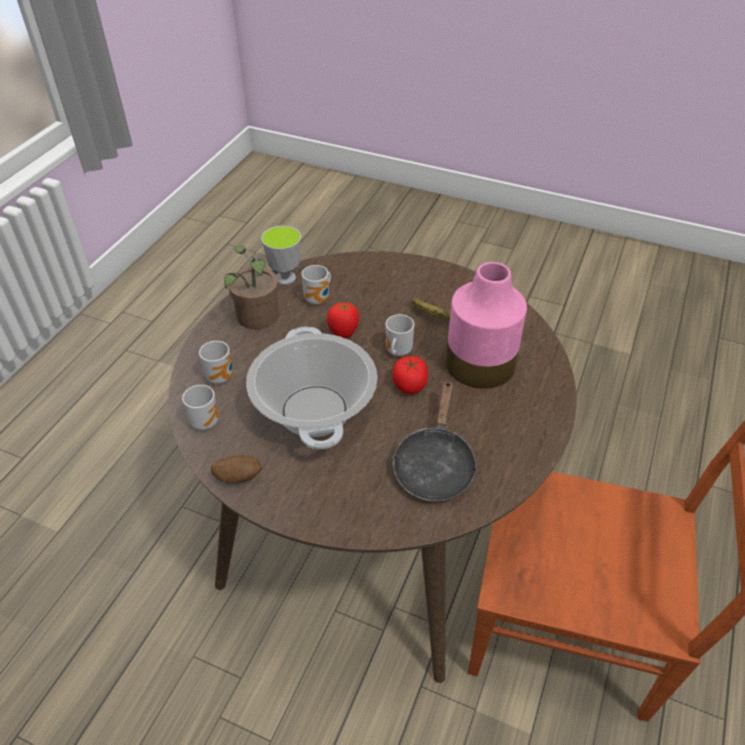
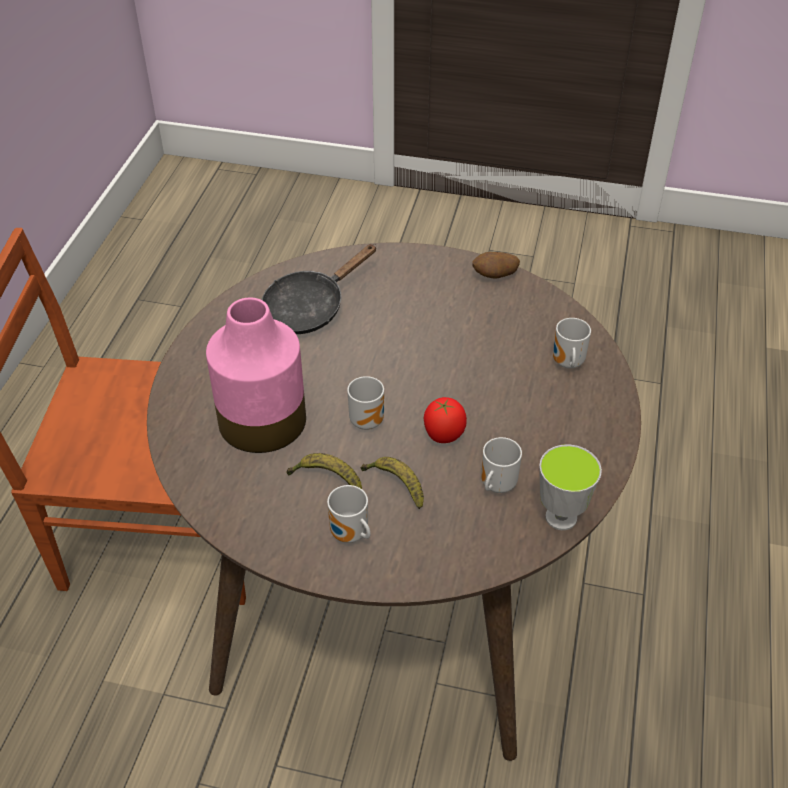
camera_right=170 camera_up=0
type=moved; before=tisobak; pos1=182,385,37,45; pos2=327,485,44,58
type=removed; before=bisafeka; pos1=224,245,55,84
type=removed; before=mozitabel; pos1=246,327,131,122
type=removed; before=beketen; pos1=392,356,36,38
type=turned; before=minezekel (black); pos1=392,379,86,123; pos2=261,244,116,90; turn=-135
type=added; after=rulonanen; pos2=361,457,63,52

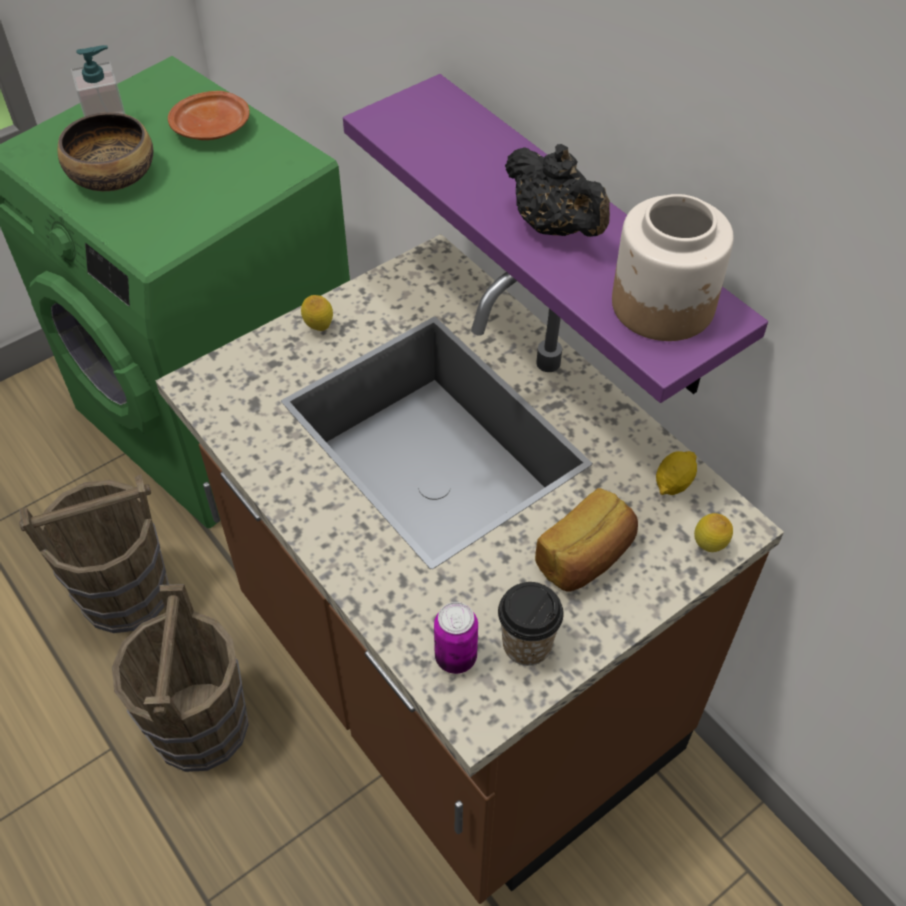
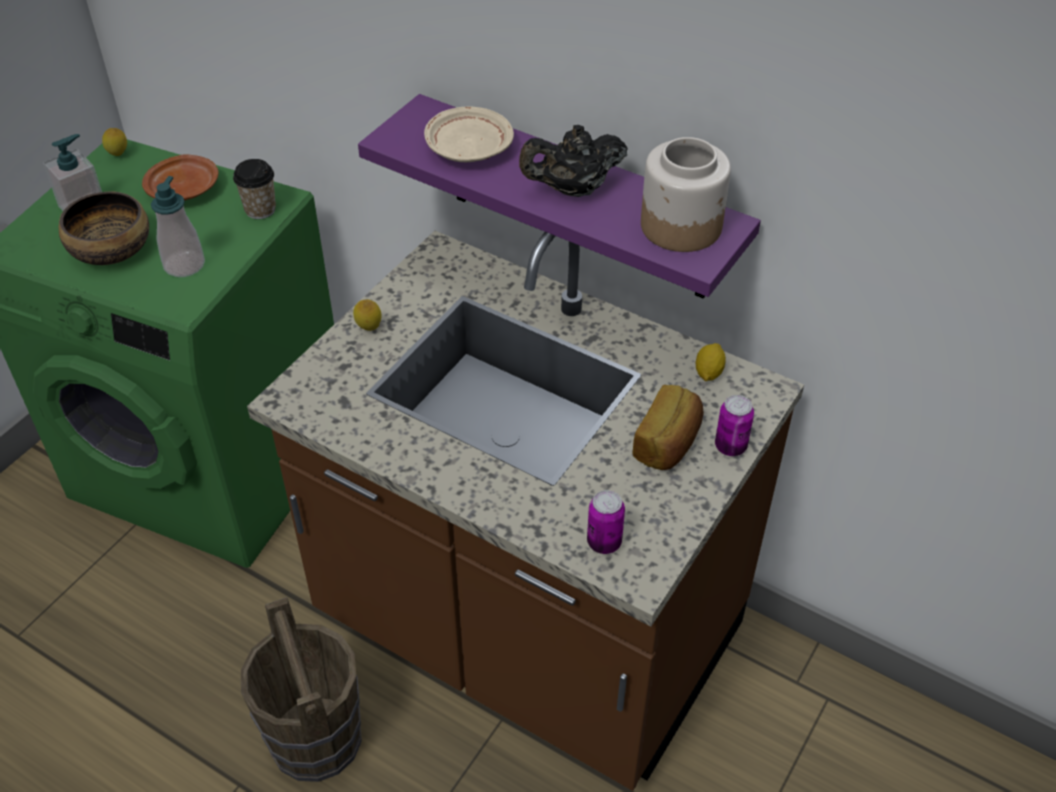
camera_right=-20 camera_up=-5
type=removed; before=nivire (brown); pos1=19,474,150,159
type=moved; before=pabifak; pos1=498,582,66,84; pos2=233,159,43,60
type=turned; before=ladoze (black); pos1=505,144,105,93; pos2=519,125,109,72; turn=135
type=moved; before=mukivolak; pos1=694,513,39,39; pos2=102,128,25,28
type=added; after=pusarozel; pos2=151,176,54,101
type=added; after=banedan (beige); pos2=424,107,90,55
type=added; after=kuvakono; pos2=715,395,39,61

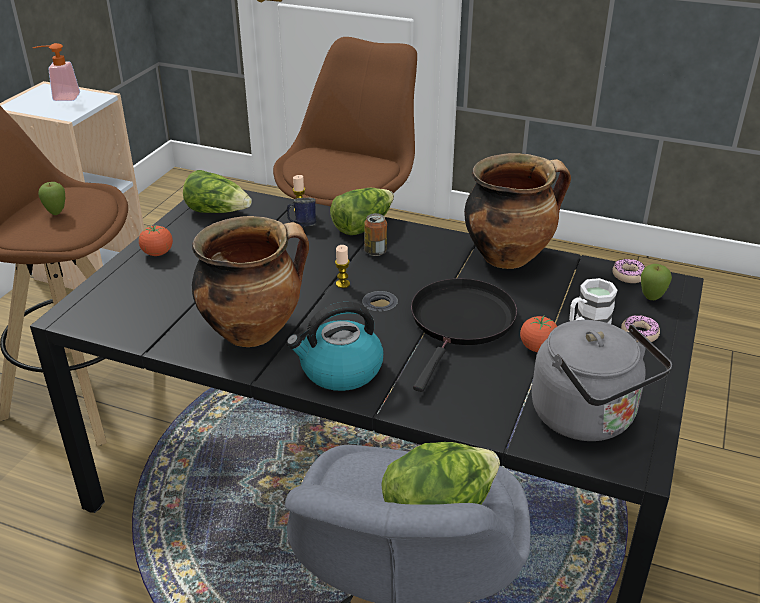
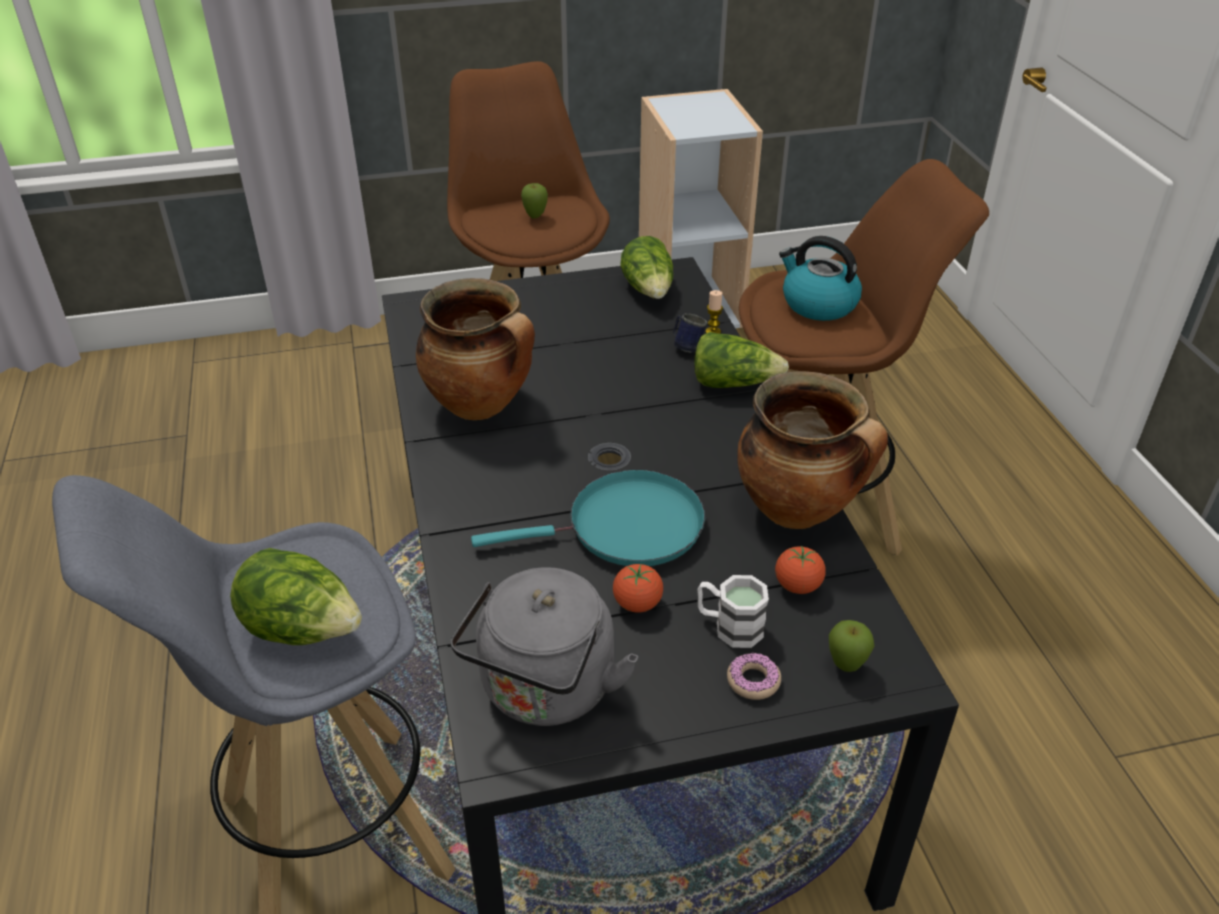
camera_right=55 camera_up=5
type=removed; before=pusarozel; pos1=33,43,47,58
type=moved; before=beketen; pos1=139,225,34,31; pos2=775,546,51,48
type=moved; before=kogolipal; pos1=286,302,98,89; pos2=779,236,83,85
type=removed; before=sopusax; pos1=335,245,15,43
type=removed; before=kuvakono; pos1=364,213,23,43
type=recoloured; before=minezekel (black); after=minezekel (turquoise); pos1=411,278,106,114; pos2=471,470,234,96
type=removed; before=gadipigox; pos1=612,259,33,24

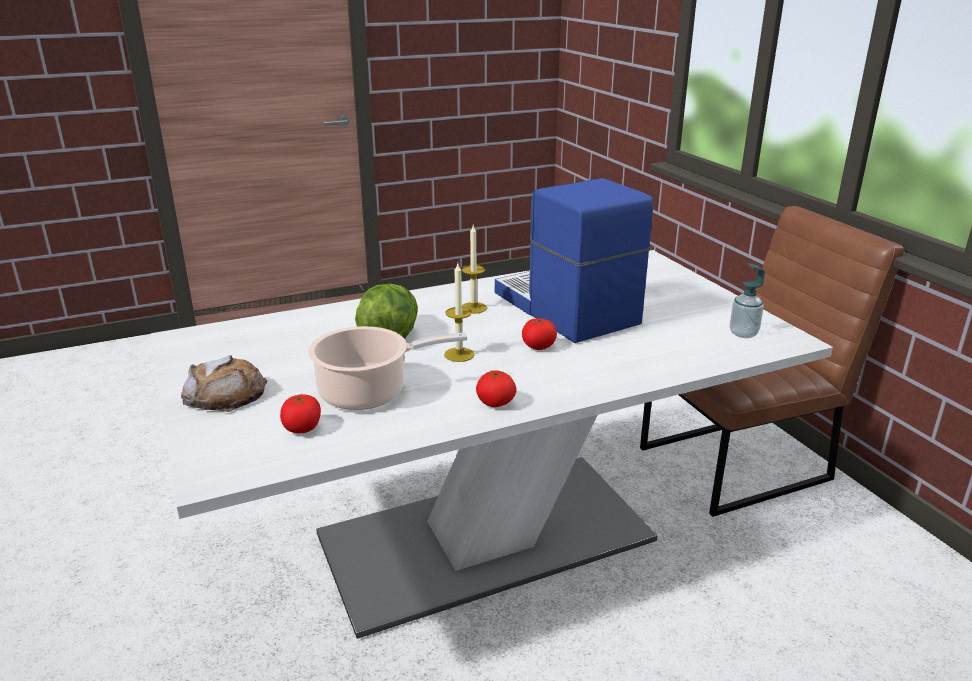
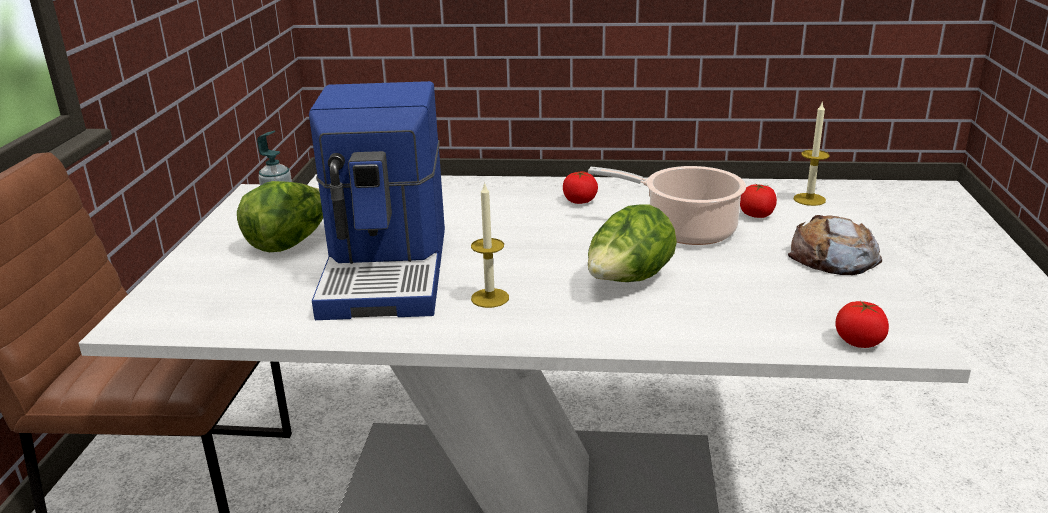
camera_right=-150 camera_up=0
type=moved; before=sopusax; pos1=444,264,30,98; pos2=794,103,36,103
type=moved; before=beketen; pos1=522,318,35,32; pos2=835,301,54,47
type=added; after=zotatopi; pos2=237,181,86,71

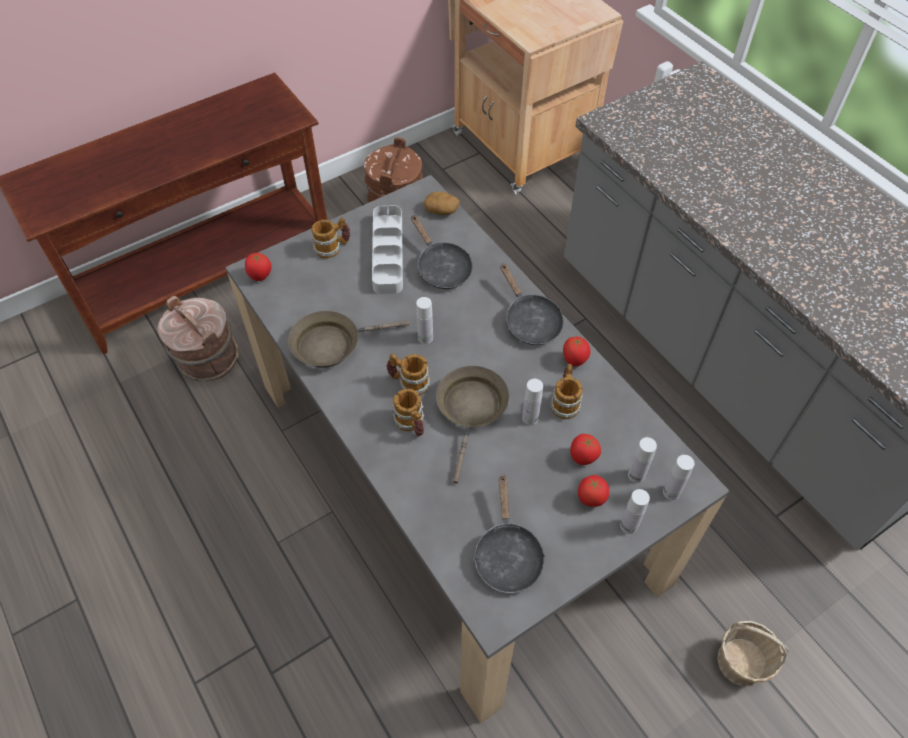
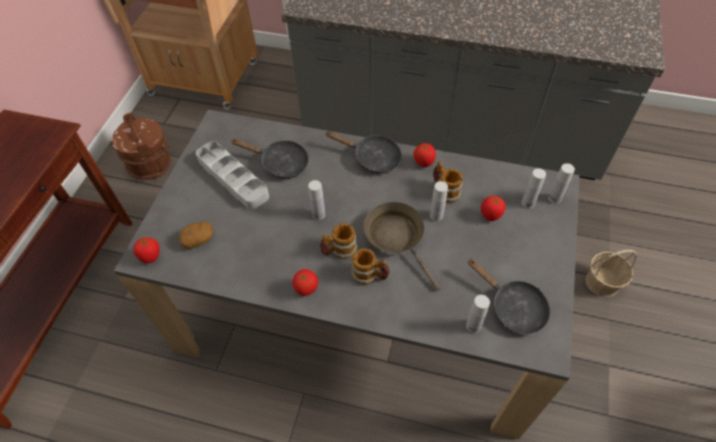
camera_right=-40 camera_up=0
type=removed; before=nivire (brown); pos1=158,296,81,86
type=removed; before=minezekel (brown); pos1=288,311,121,57
type=removed; before=tisobak; pos1=311,218,39,40
type=moved; before=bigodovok; pos1=424,192,35,23; pos2=179,222,34,27
type=moved; before=beketen; pos1=578,475,31,32; pos2=292,269,26,27
type=moved; before=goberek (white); pos1=620,489,30,45; pos2=466,295,24,38

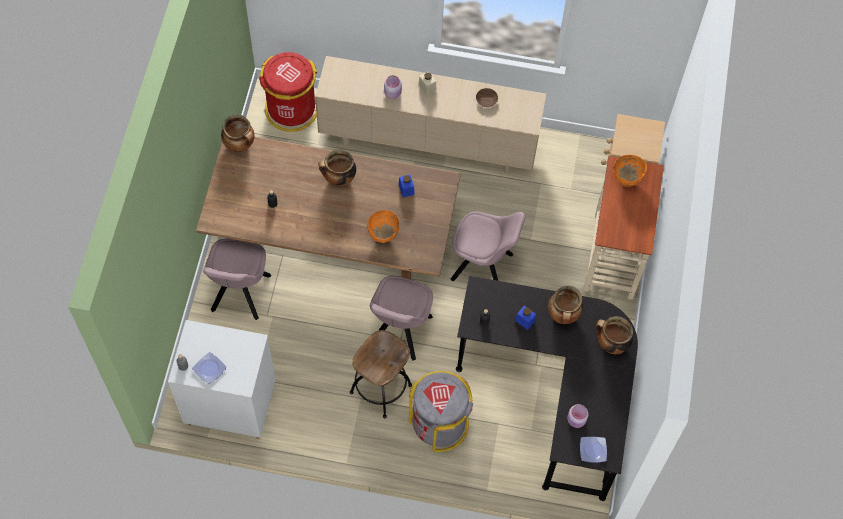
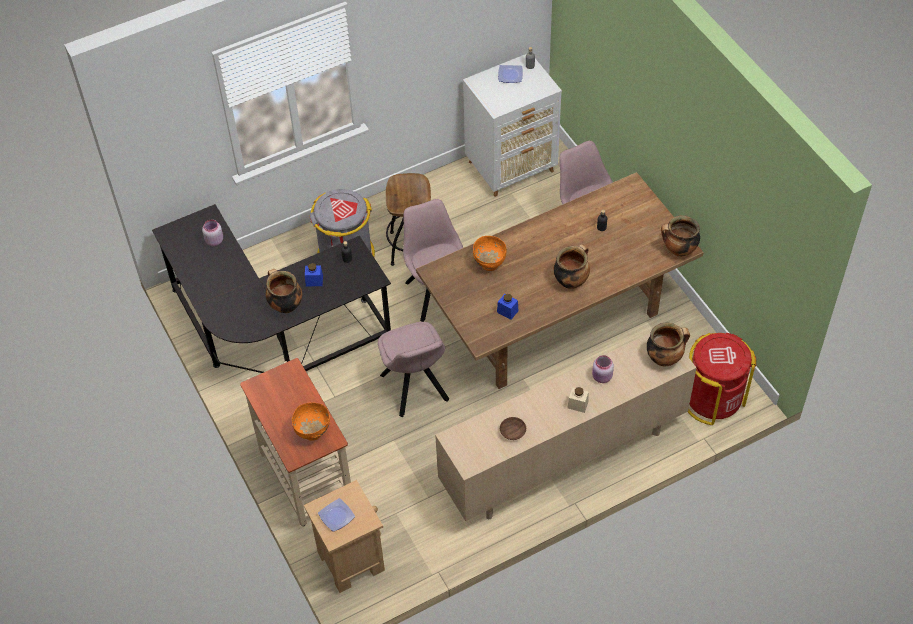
camera_right=145 camera_up=-10
type=turned; before=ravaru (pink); pos1=451,211,74,70; pos2=378,322,71,95; turn=-90
type=moved; before=banedan; pos1=580,437,27,26; pos2=318,498,37,34
type=moved; before=mozitabel; pos1=596,316,37,38; pos2=647,323,43,43

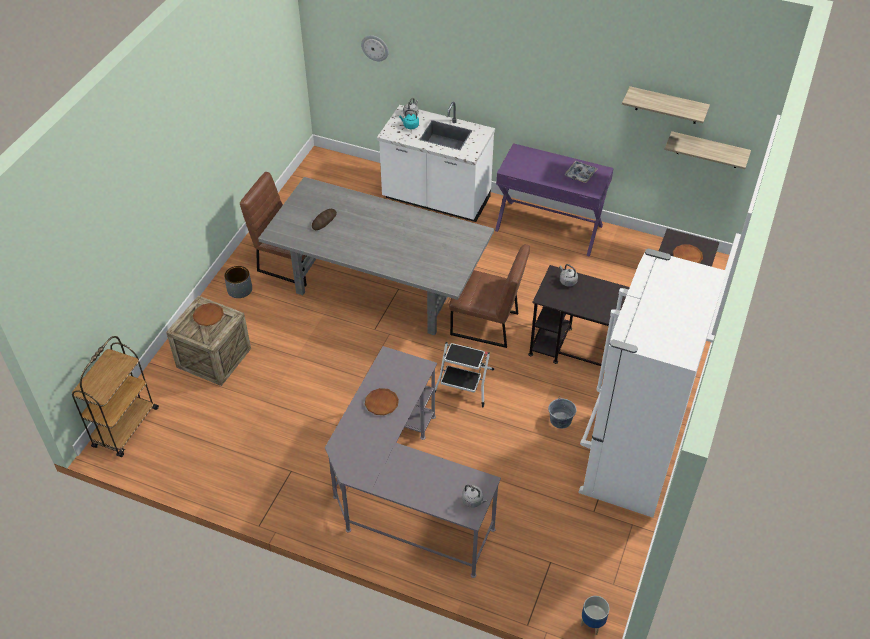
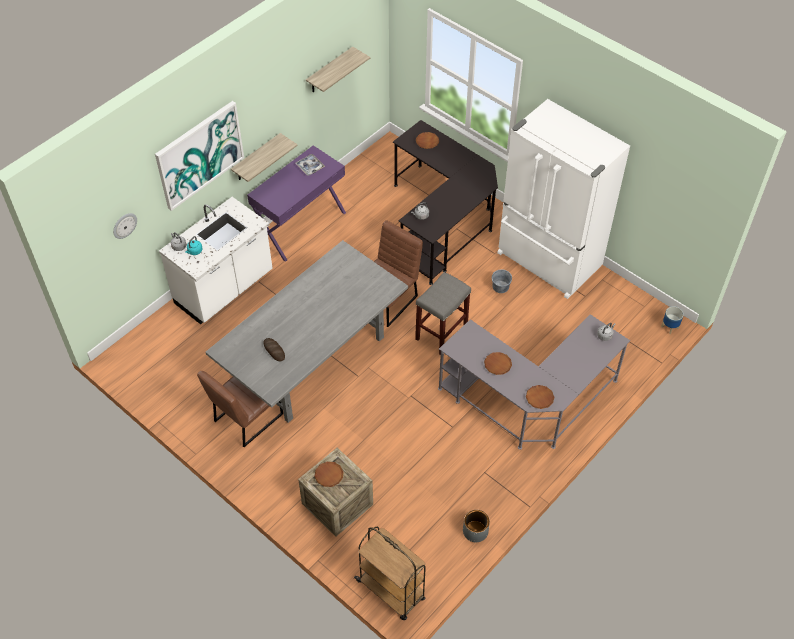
camera_right=-70 camera_up=5
type=moved; before=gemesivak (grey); pos1=224,266,28,32; pos2=463,510,27,32
type=replaced; before=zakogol; after=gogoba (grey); pos1=435,342,59,65; pos2=415,272,56,83
type=moved; before=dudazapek; pos1=664,131,87,38; pos2=231,133,67,49
type=added; after=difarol; pos2=155,101,89,110
type=added; after=banedan (brown); pos2=526,385,28,24

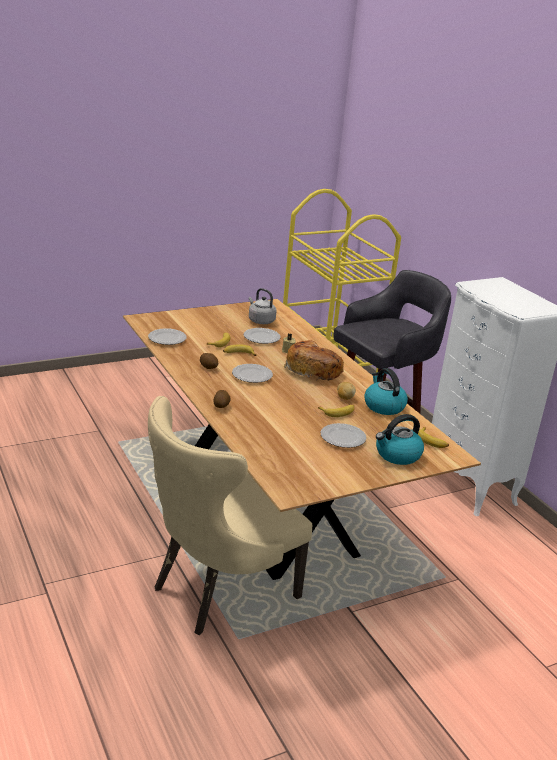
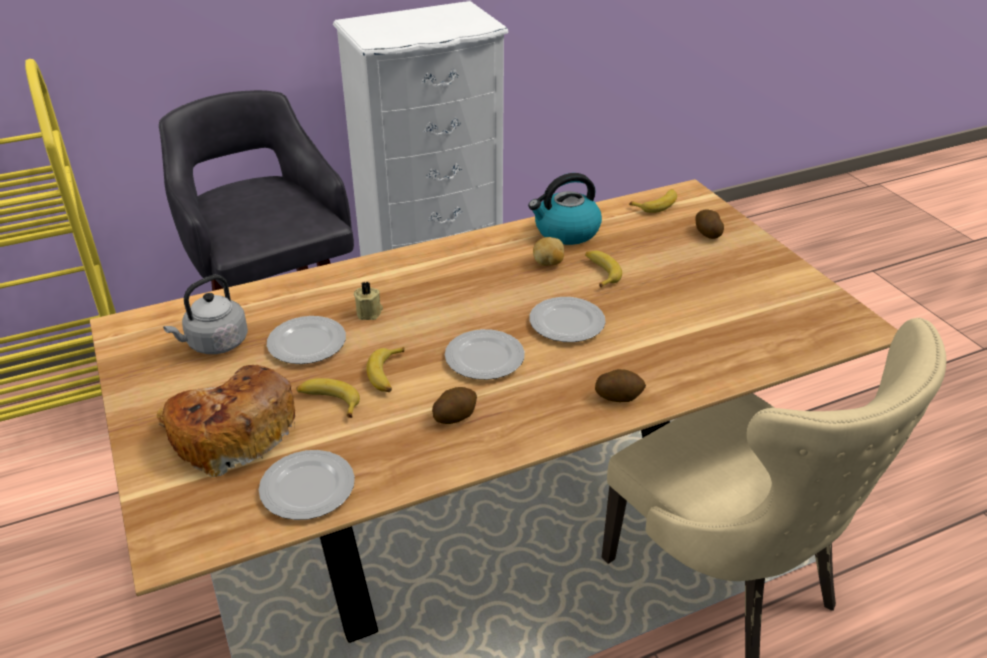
camera_right=-85 camera_up=10
type=moved; before=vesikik; pos1=284,340,60,41; pos2=157,365,138,112
type=moved; before=banedan; pos1=321,423,45,25; pos2=529,297,77,45
type=replaced; before=kogolipal; after=bigodovok; pos1=376,414,48,51; pos2=695,209,29,30

